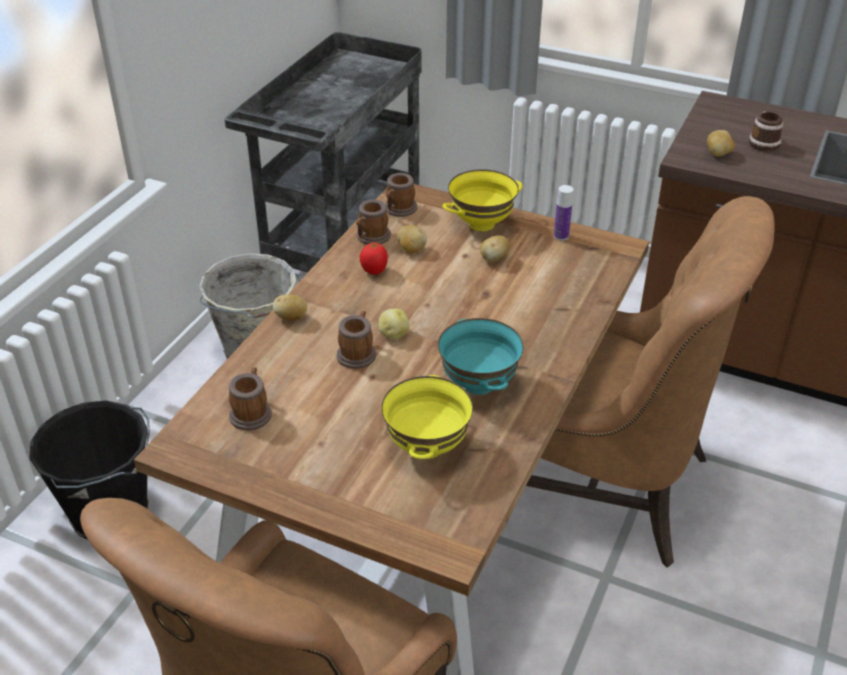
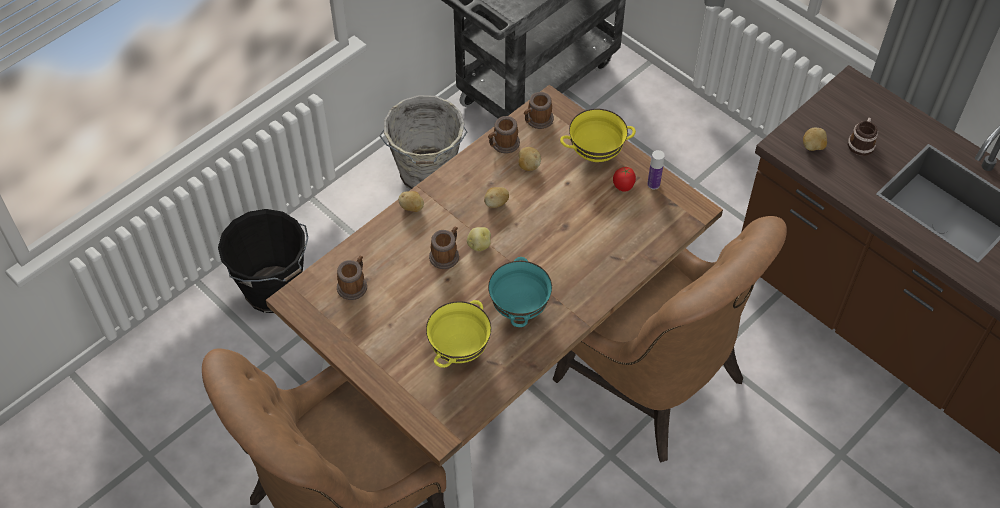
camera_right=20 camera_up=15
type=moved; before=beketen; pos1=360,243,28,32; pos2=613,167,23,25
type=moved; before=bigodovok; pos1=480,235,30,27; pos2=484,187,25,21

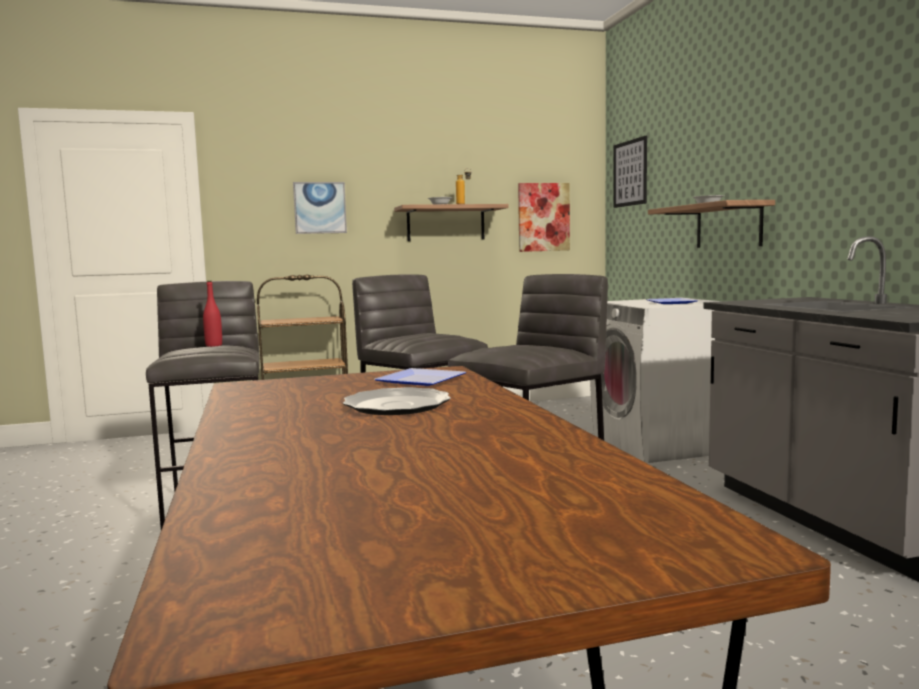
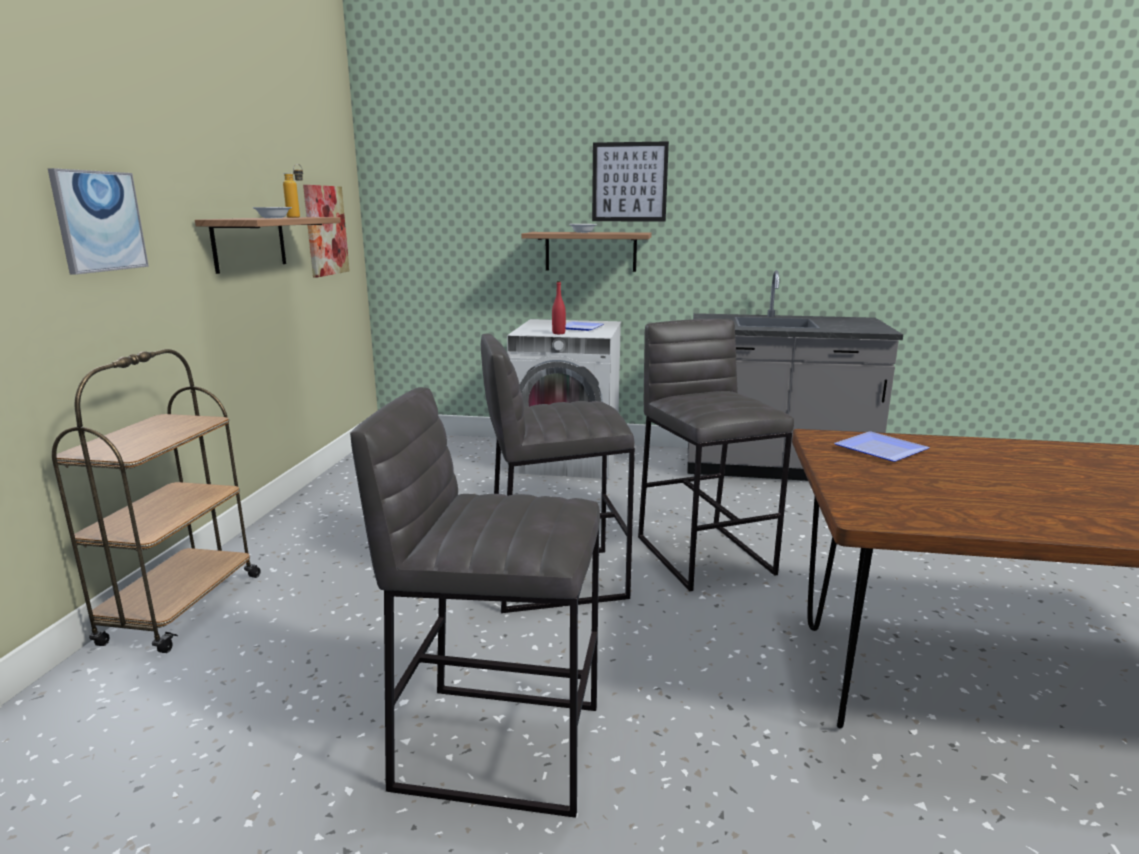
camera_right=-65 camera_up=10
type=moved; before=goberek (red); pos1=203,281,19,66; pos2=552,281,14,53
type=removed; before=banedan; pos1=343,387,108,28
type=moved; before=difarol; pos1=613,136,34,72; pos2=592,141,77,81

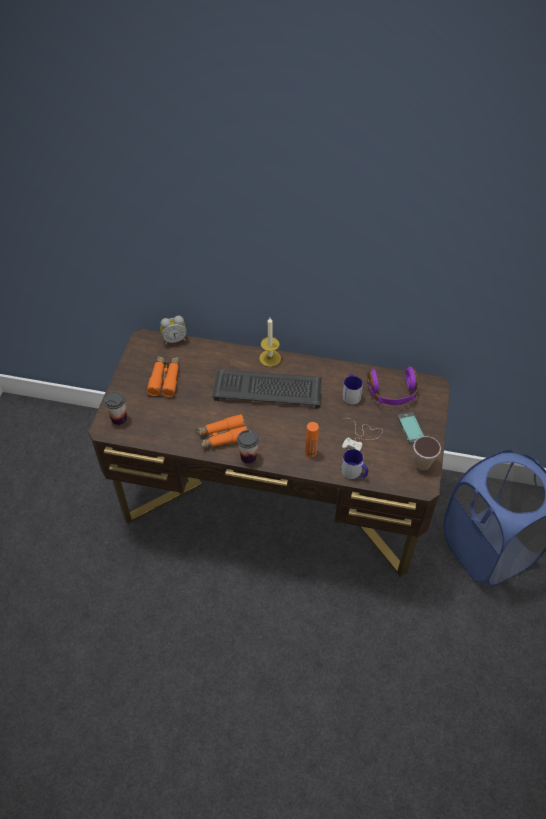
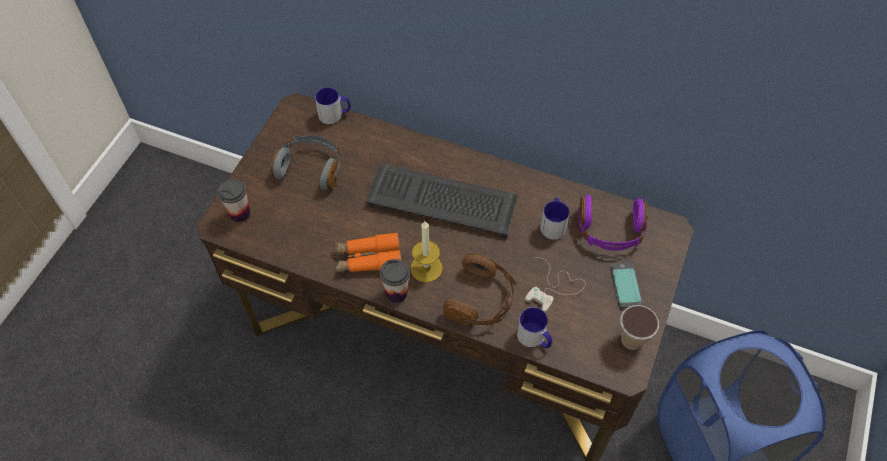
camera_right=10 camera_up=5
type=replaced; before=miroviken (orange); after=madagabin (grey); pos1=146,356,33,41; pos2=271,135,70,55
type=replaced; before=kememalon; after=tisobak; pos1=160,316,27,29; pos2=315,87,35,37
type=moved; before=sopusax; pos1=259,318,22,49; pos2=411,221,32,61
type=replaced; before=goberek (orange); after=madagabin (brown); pos1=305,422,14,35; pos2=443,253,73,72

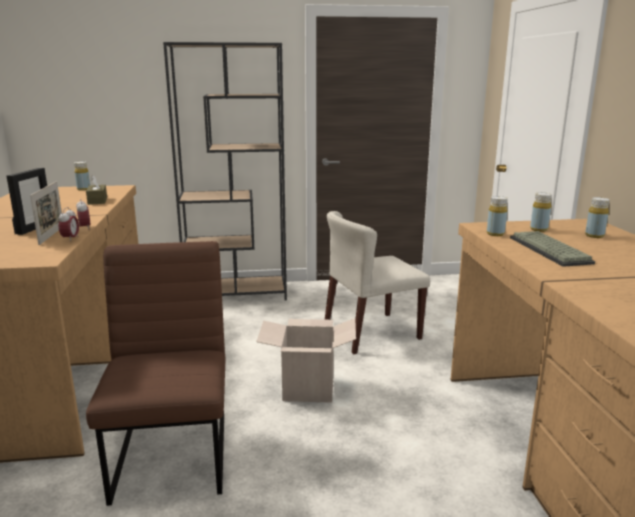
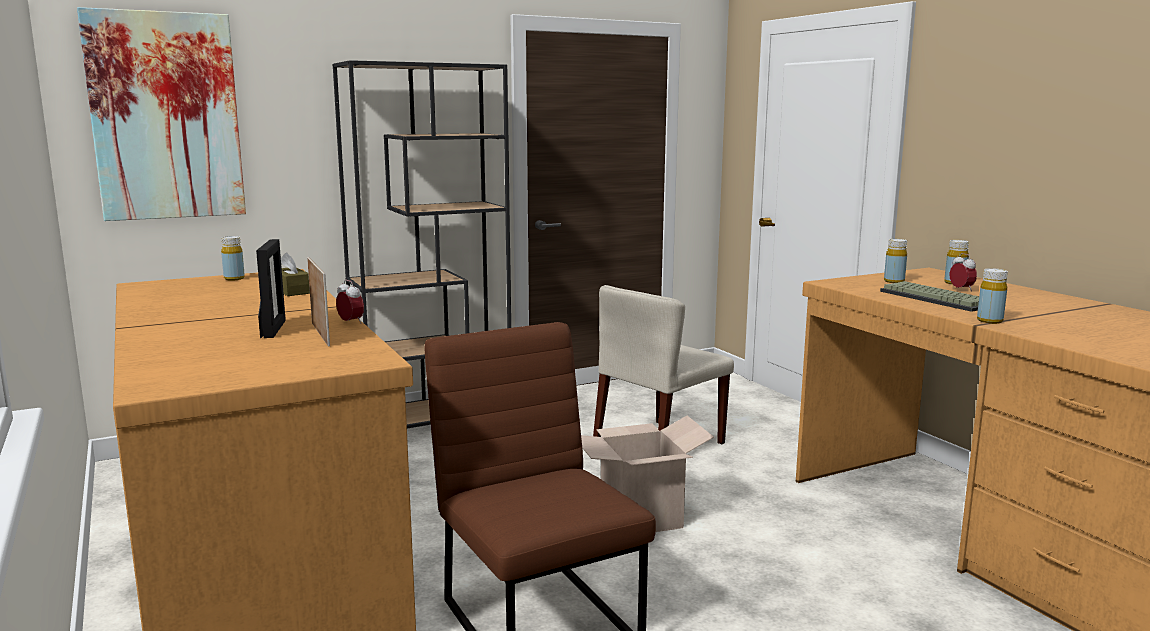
camera_right=-20 camera_up=-5
type=moved; before=kememalon; pos1=58,207,21,35; pos2=950,253,27,39
type=moved; before=goberek (yellow); pos1=487,196,20,40; pos2=977,268,31,56
type=added; after=difarol; pos2=77,7,169,214

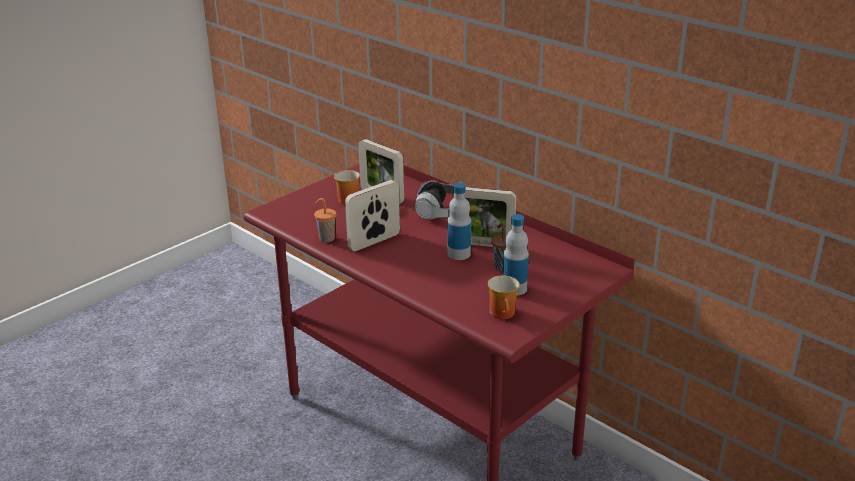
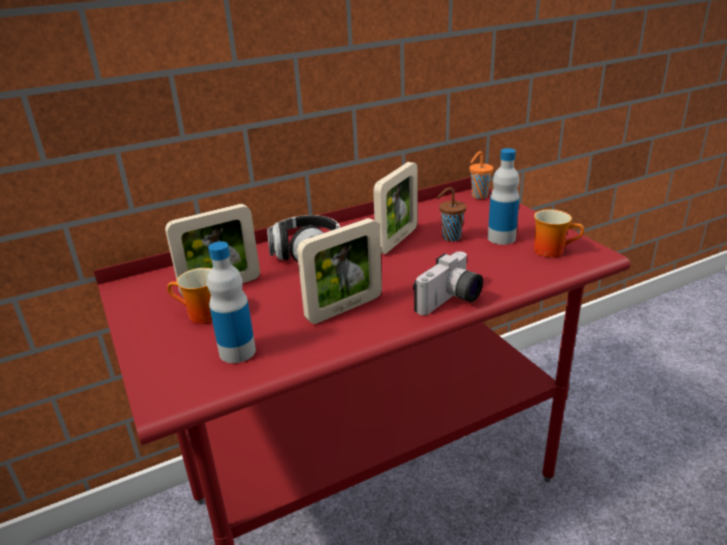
camera_right=-70 camera_up=0
type=moved; before=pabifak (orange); pos1=314,198,22,44; pos2=470,151,23,48
type=turned; before=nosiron; pos1=345,180,55,71; pos2=297,218,85,106; turn=-105
type=moved; before=goberek; pos1=448,183,23,77; pos2=207,241,49,122
type=added; after=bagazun; pos2=413,251,70,64

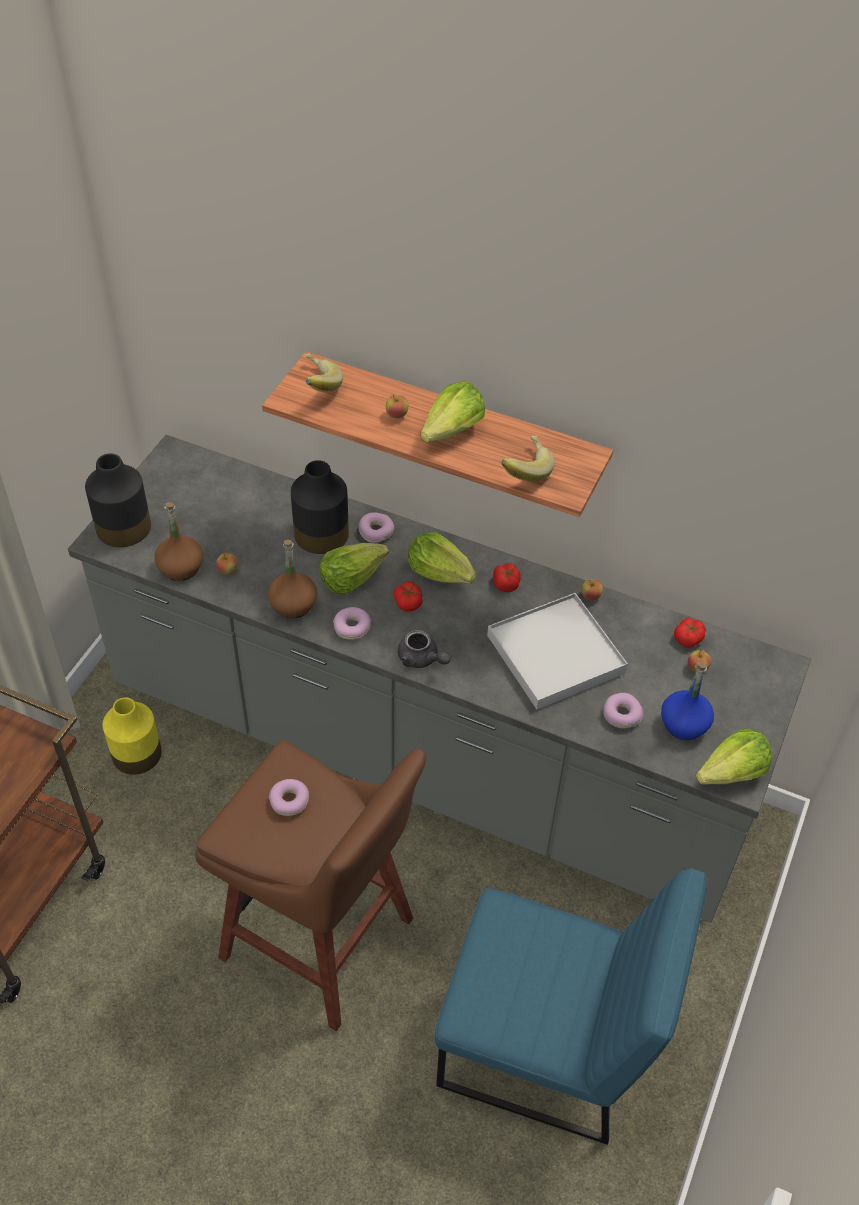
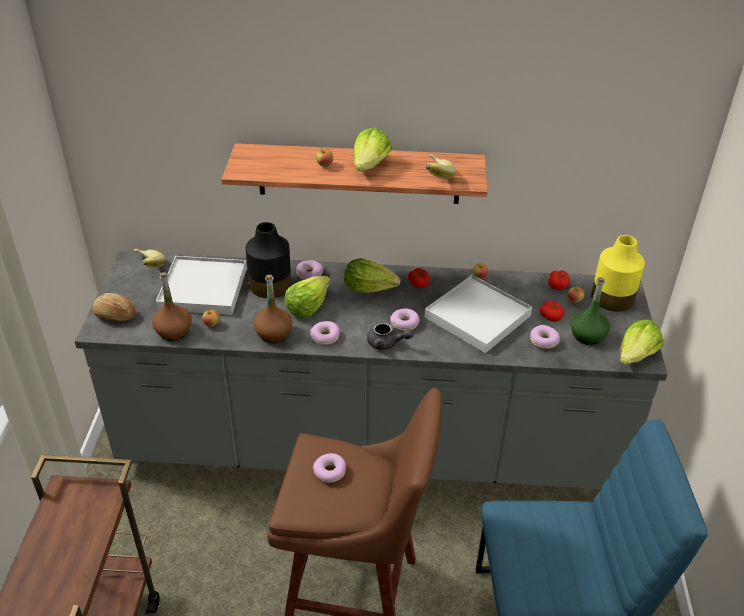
camera_right=-20 camera_up=-10
type=replaced; before=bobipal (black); after=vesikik; pos1=85,453,66,94; pos2=92,293,44,28
type=moved; before=bobipal (yellow); pos1=103,697,59,78; pos2=591,235,54,77
type=moved; before=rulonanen; pos1=305,353,38,39; pos2=134,248,31,20
type=moved; before=beketen; pos1=393,582,30,29; pos2=540,300,24,22
type=recoloured; before=goberek (blue); after=goberek (green); pos1=661,661,53,79; pos2=571,277,39,68
type=added; after=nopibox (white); pos2=156,256,91,59
type=added; after=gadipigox; pos2=390,308,30,23

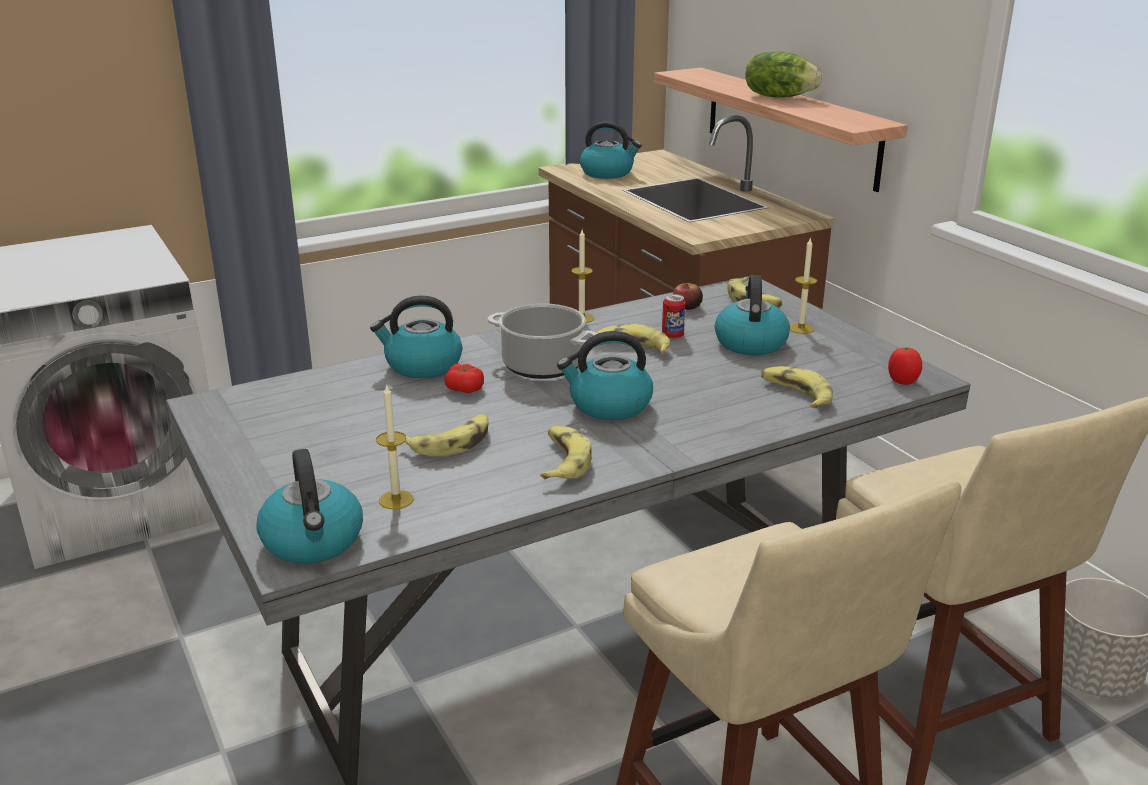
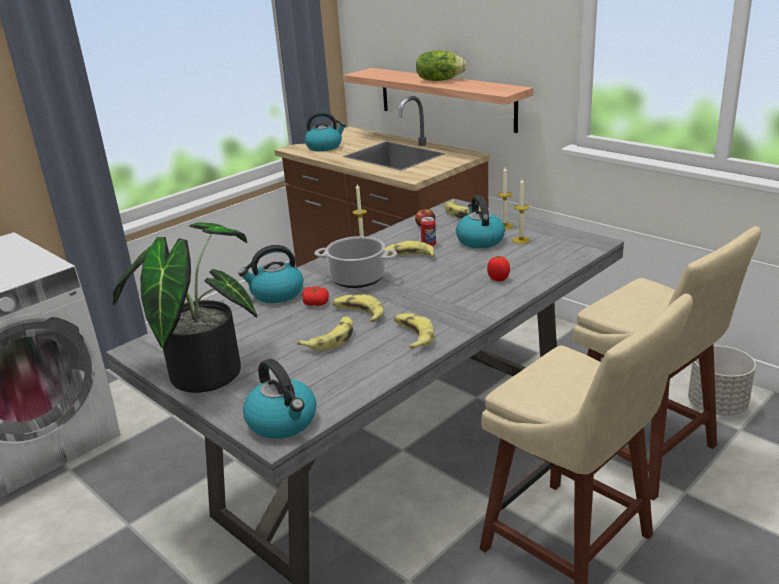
camera_right=-15 camera_up=0
type=moved; before=sopusax; pos1=376,384,38,125; pos2=512,179,18,65
type=removed; before=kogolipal; pos1=557,331,96,89
type=moved; before=rulonanen; pos1=761,366,72,43; pos2=333,294,51,28
type=moved; before=beketen; pos1=888,347,34,38; pos2=487,256,23,25
type=added; after=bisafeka; pos2=113,223,144,170

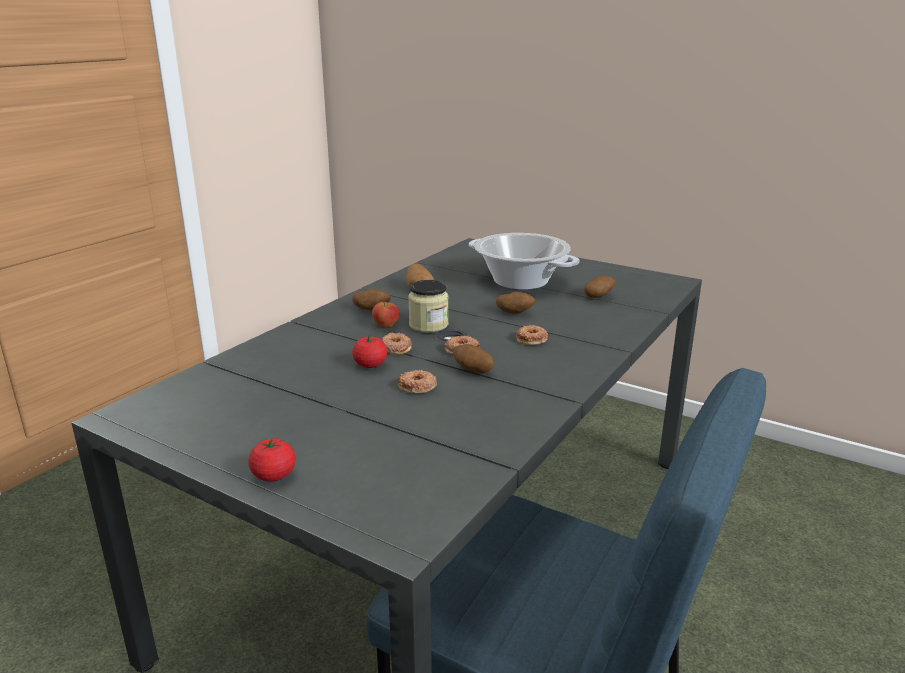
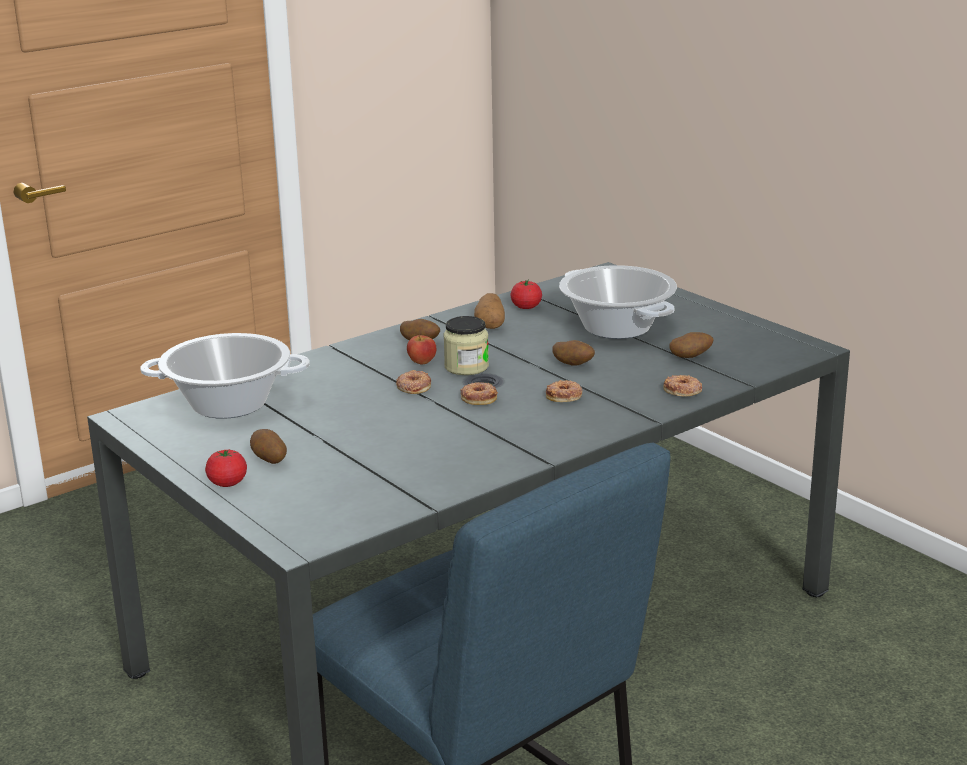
camera_right=20 camera_up=0
type=moved; before=beketen; pos1=352,335,35,33; pos2=510,279,32,30
type=moved; before=gadipigox; pos1=398,370,39,23; pos2=663,375,39,21
type=moved; before=bigodovok; pos1=453,344,41,29; pos2=250,429,37,35
type=added; after=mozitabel; pos2=140,333,170,86

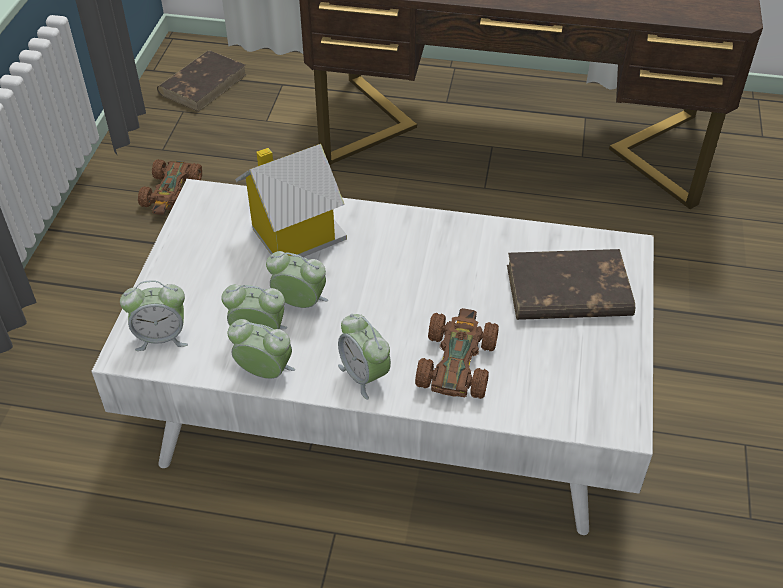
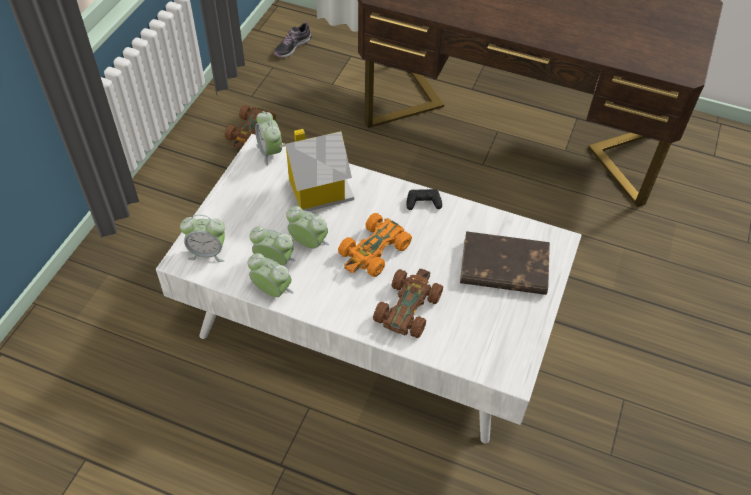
camera_right=10 camera_up=5
type=replaced; before=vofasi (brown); after=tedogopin; pos1=157,50,90,62; pos2=274,21,38,37
type=moved; before=kememalon; pos1=338,314,53,86; pos2=255,111,27,55
type=added; after=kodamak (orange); pos2=338,213,74,64
type=added; after=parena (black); pos2=406,189,36,21

